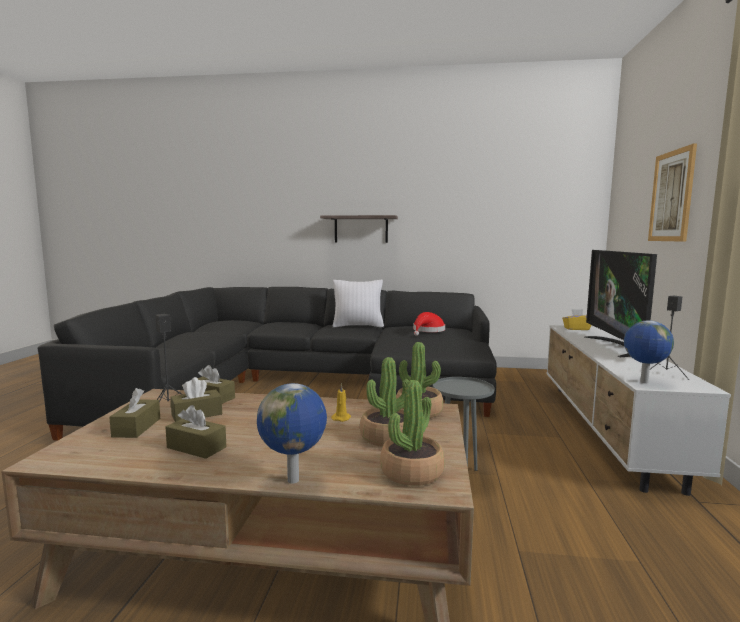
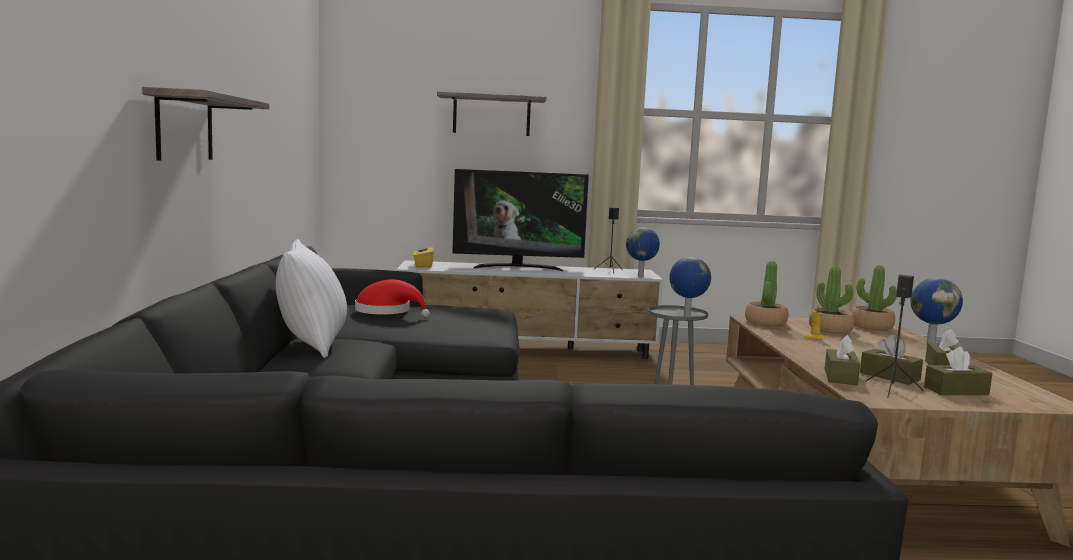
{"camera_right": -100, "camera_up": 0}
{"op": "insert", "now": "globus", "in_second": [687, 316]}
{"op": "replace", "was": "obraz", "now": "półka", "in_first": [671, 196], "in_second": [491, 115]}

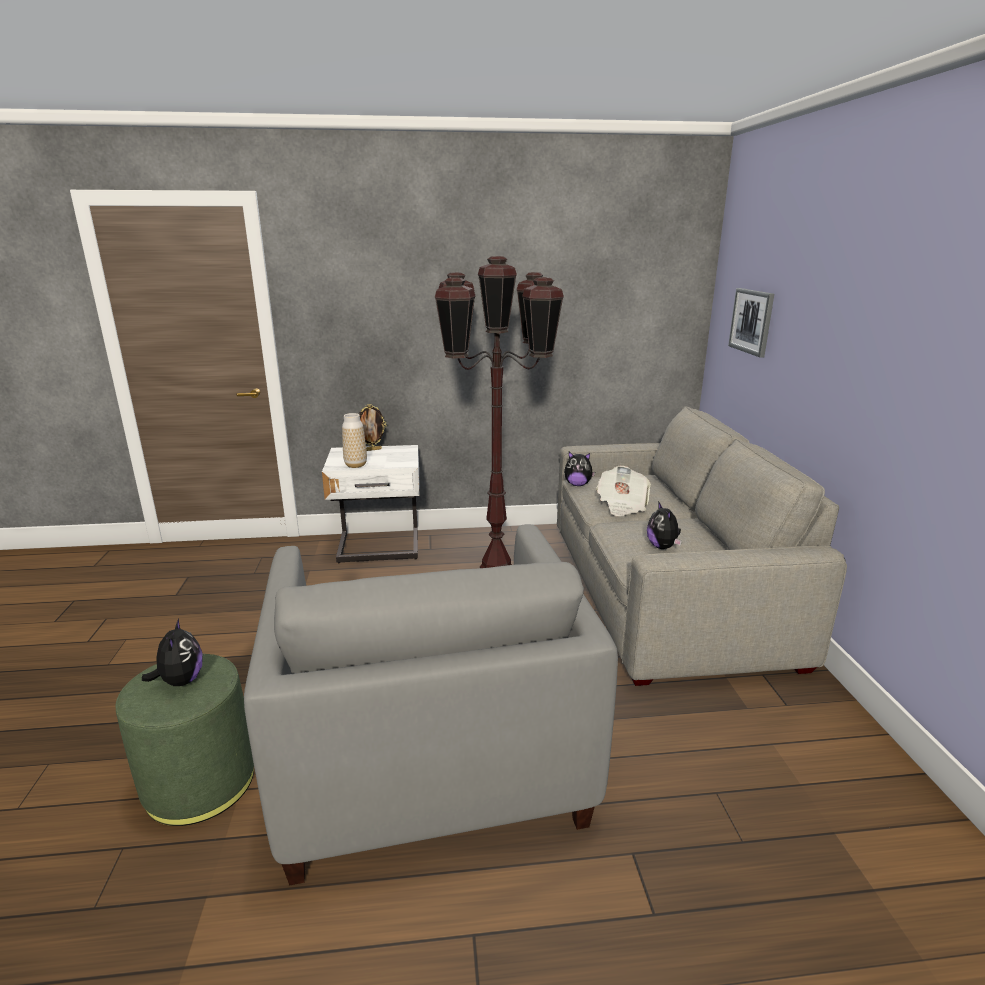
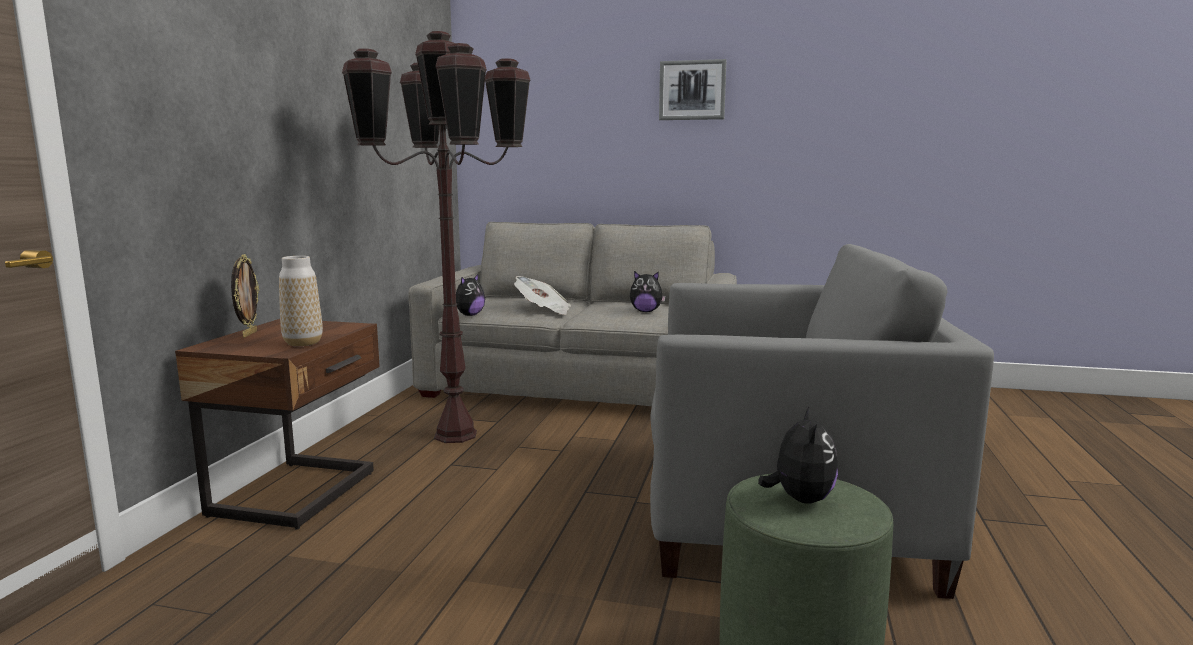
{"camera_right": -70, "camera_up": -10}
{"op": "move", "was": "obraz", "in_first": [752, 321], "in_second": [692, 90]}
{"op": "recolor", "was": "szafka nocna [biały]", "now": "szafka nocna [brązowy]", "in_first": [379, 548], "in_second": [299, 494]}
{"op": "rotate", "was": "pluszak", "in_first": [181, 681], "in_second": [799, 499], "clockwise": 90}

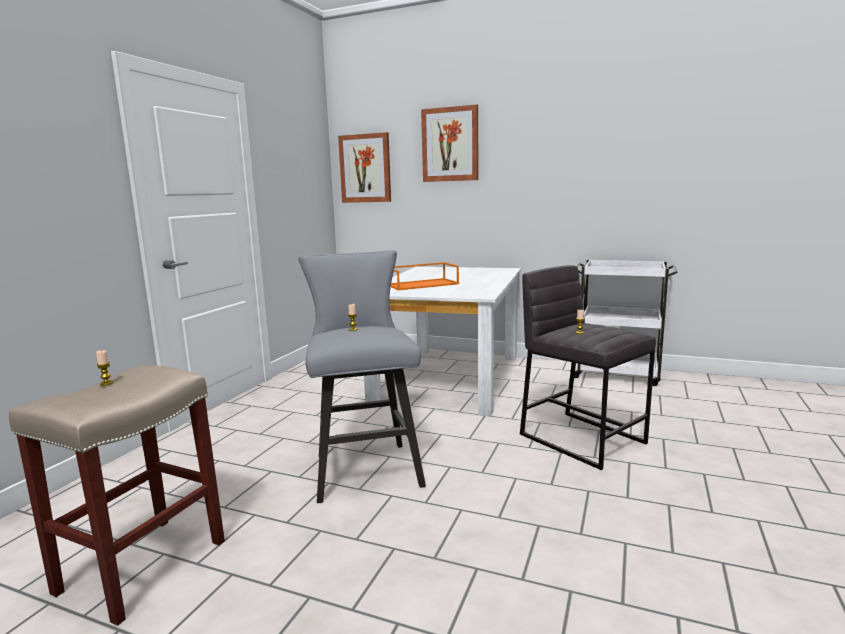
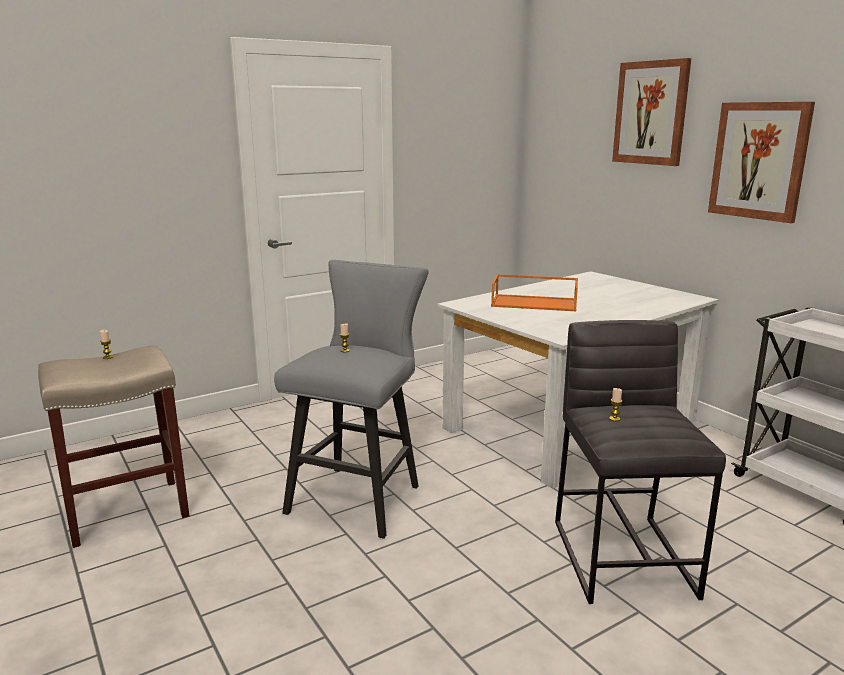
{"camera_right": 35, "camera_up": 5}
{"op": "move", "was": "obraz", "in_first": [365, 168], "in_second": [759, 161]}

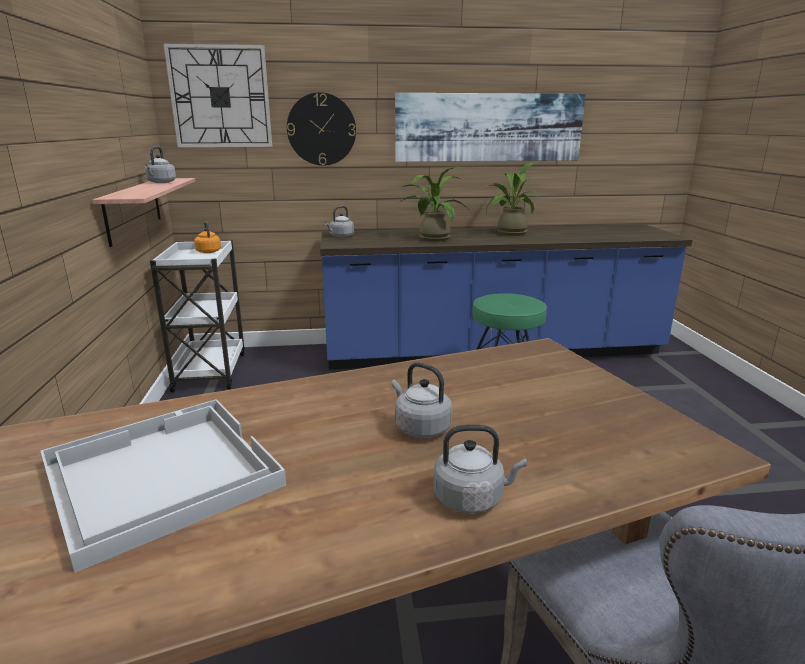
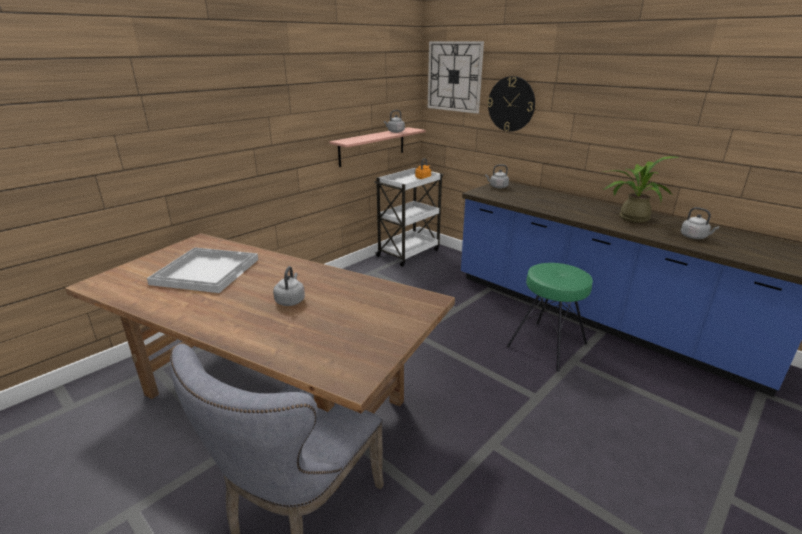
{"camera_right": 50, "camera_up": 5}
{"op": "delete", "was": "obraz", "in_first": [489, 127]}
{"op": "delete", "was": "roślina doniczkowa", "in_first": [431, 238]}
{"op": "move", "was": "czajnik [szary]", "in_first": [472, 499], "in_second": [694, 237]}

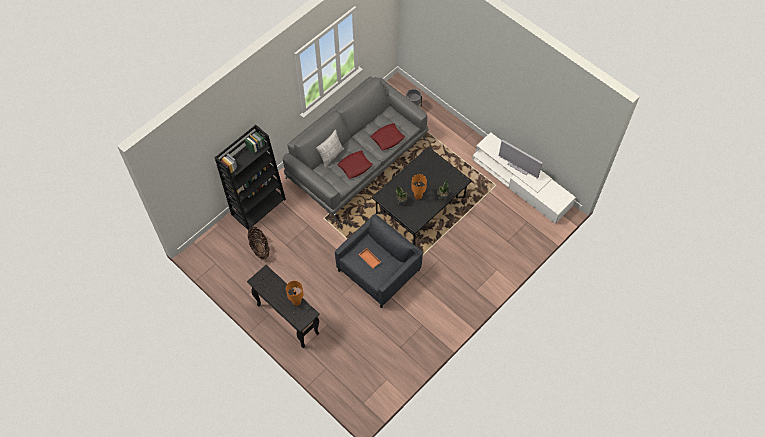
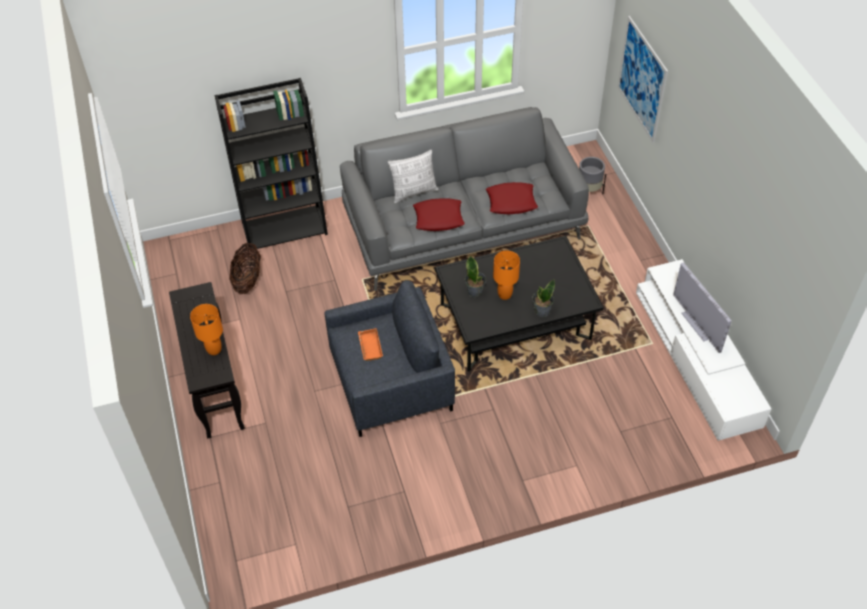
{"camera_right": 30, "camera_up": -10}
{"op": "insert", "now": "obraz", "in_second": [642, 79]}

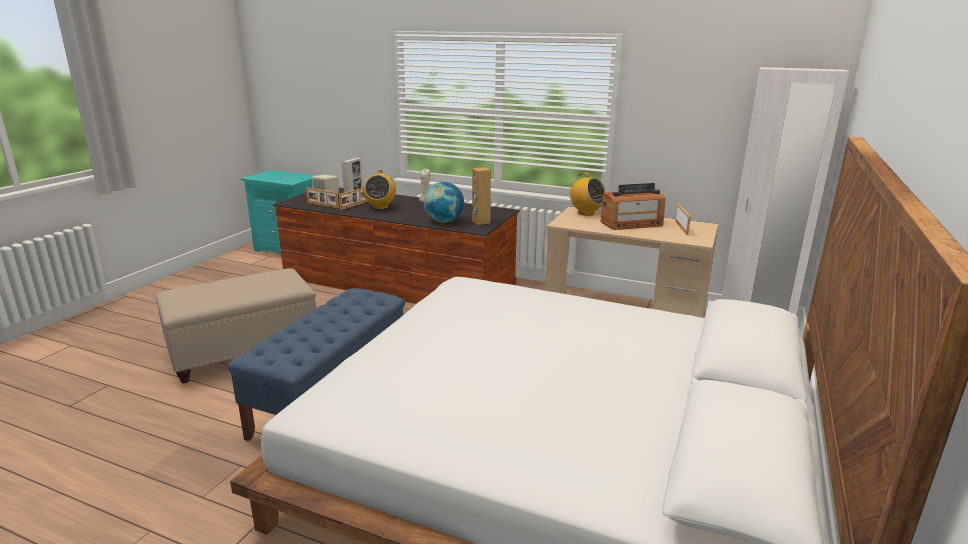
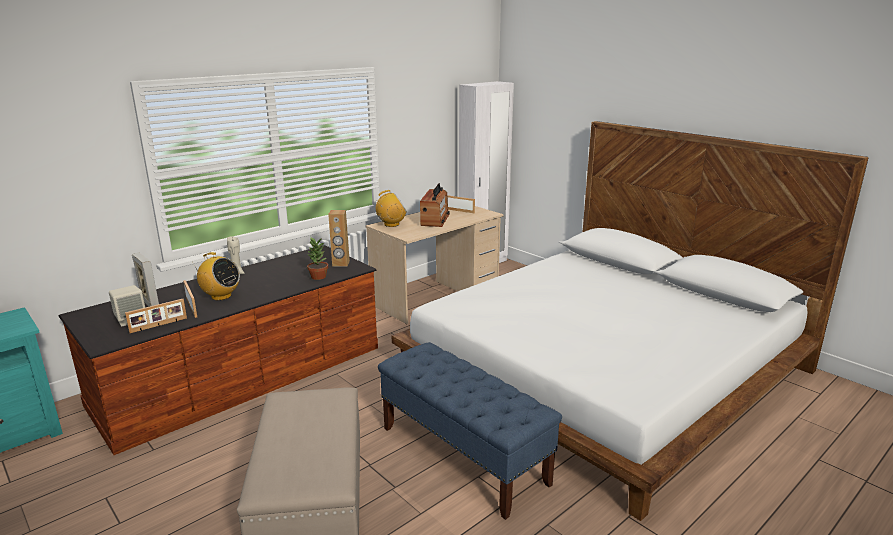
{"camera_right": -65, "camera_up": 0}
{"op": "replace", "was": "globus", "now": "roślina doniczkowa", "in_first": [444, 221], "in_second": [318, 276]}

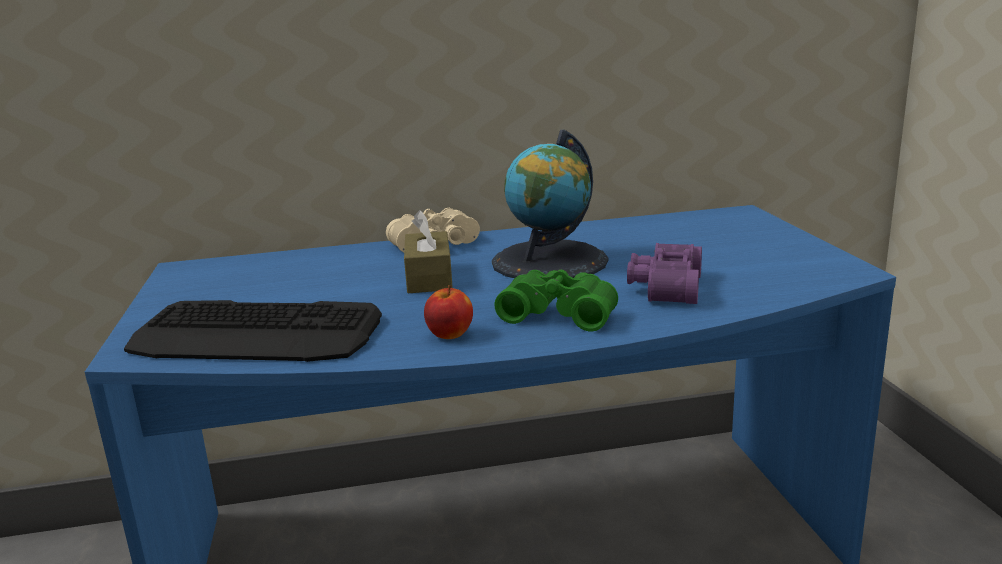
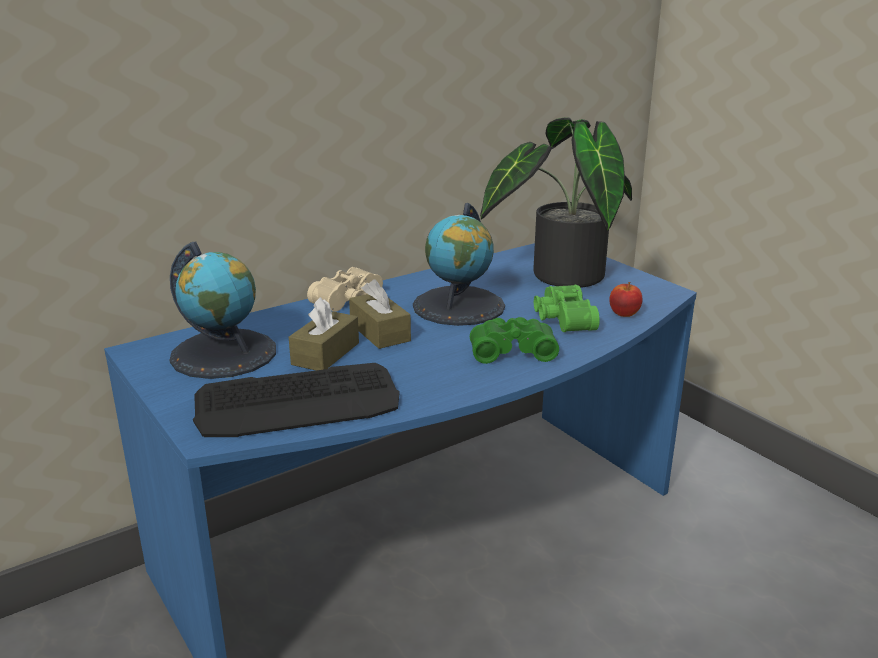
{"camera_right": -25, "camera_up": 5}
{"op": "insert", "now": "globus", "in_second": [224, 353]}
{"op": "insert", "now": "pudełko chusteczek [brązowy]", "in_second": [325, 354]}
{"op": "insert", "now": "roślina doniczkowa", "in_second": [559, 275]}
{"op": "move", "was": "jabłko", "in_first": [450, 335], "in_second": [624, 314]}
{"op": "recolor", "was": "lornetka [fioletowy]", "now": "lornetka [zielony]", "in_first": [664, 287], "in_second": [561, 319]}

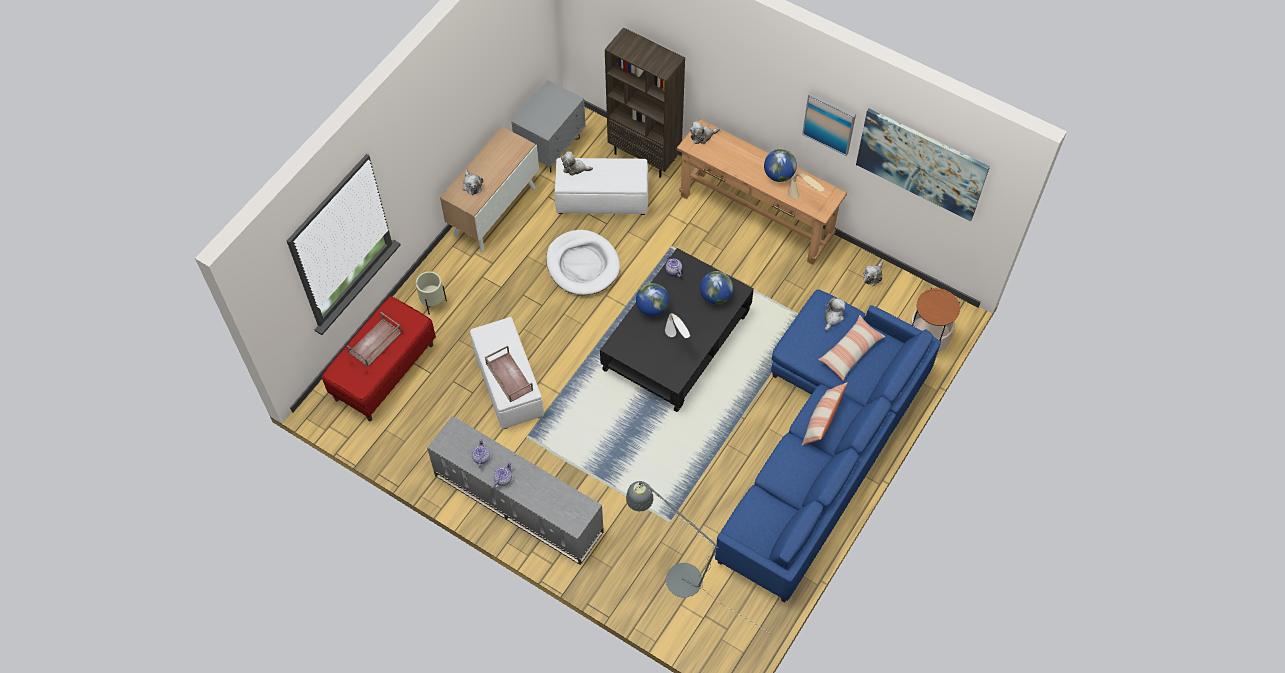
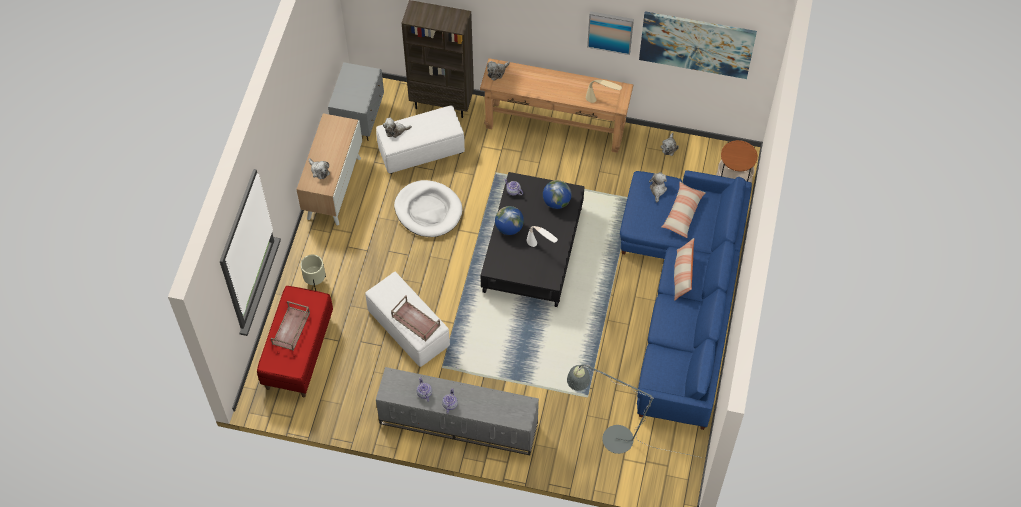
{"camera_right": -20, "camera_up": 0}
{"op": "delete", "was": "globus", "in_first": [779, 175]}

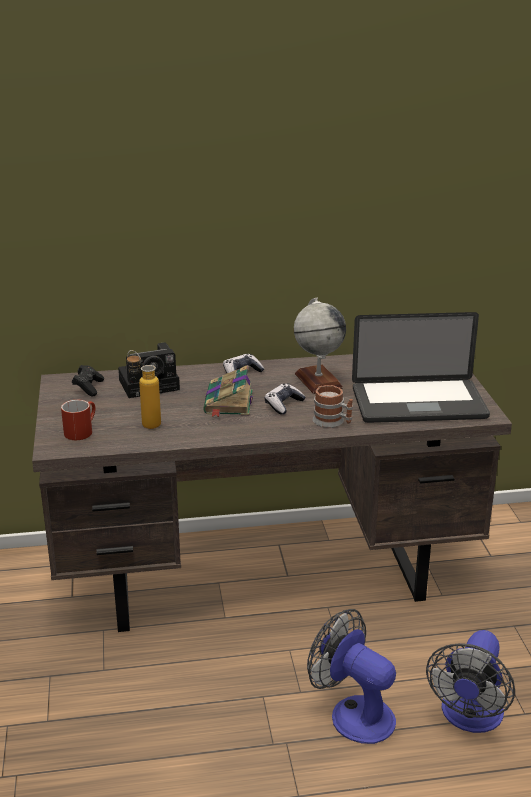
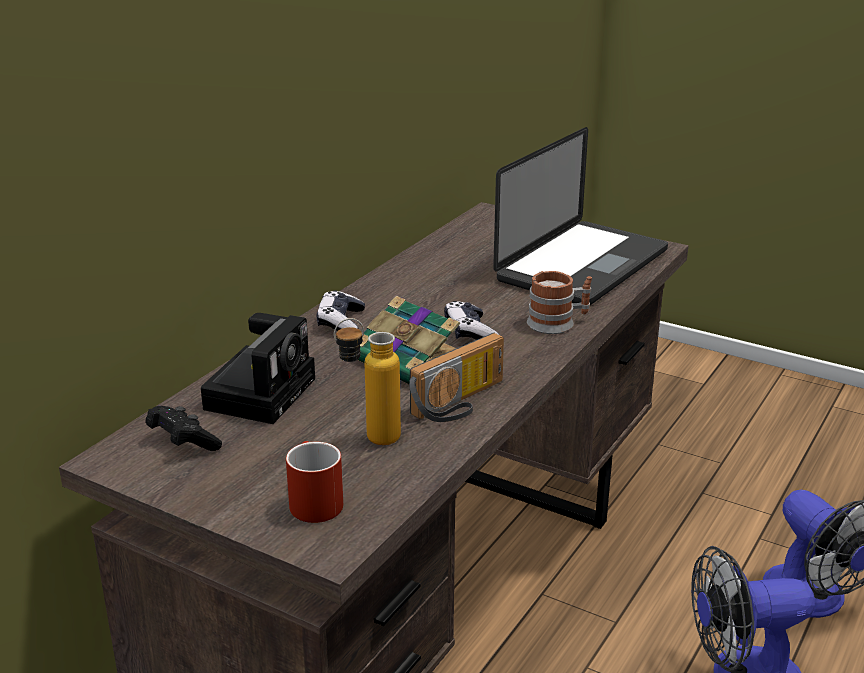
{"camera_right": -50, "camera_up": 0}
{"op": "delete", "was": "globus", "in_first": [318, 380]}
{"op": "insert", "now": "radio", "in_second": [462, 403]}

